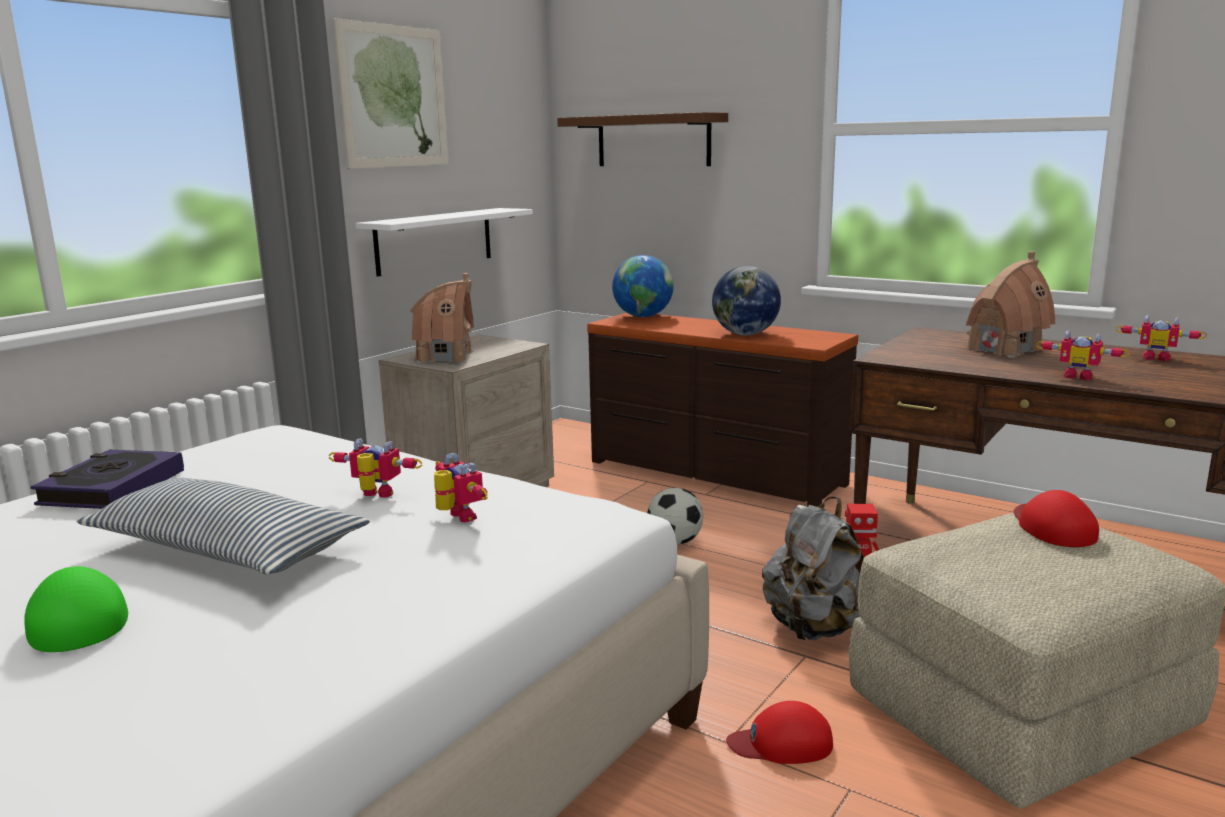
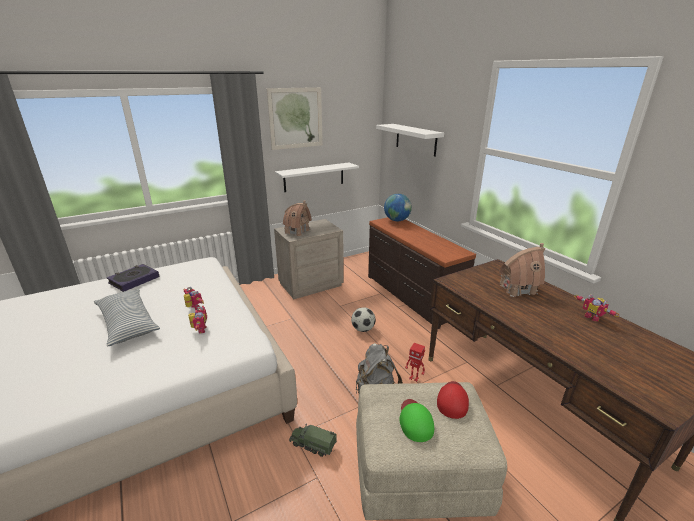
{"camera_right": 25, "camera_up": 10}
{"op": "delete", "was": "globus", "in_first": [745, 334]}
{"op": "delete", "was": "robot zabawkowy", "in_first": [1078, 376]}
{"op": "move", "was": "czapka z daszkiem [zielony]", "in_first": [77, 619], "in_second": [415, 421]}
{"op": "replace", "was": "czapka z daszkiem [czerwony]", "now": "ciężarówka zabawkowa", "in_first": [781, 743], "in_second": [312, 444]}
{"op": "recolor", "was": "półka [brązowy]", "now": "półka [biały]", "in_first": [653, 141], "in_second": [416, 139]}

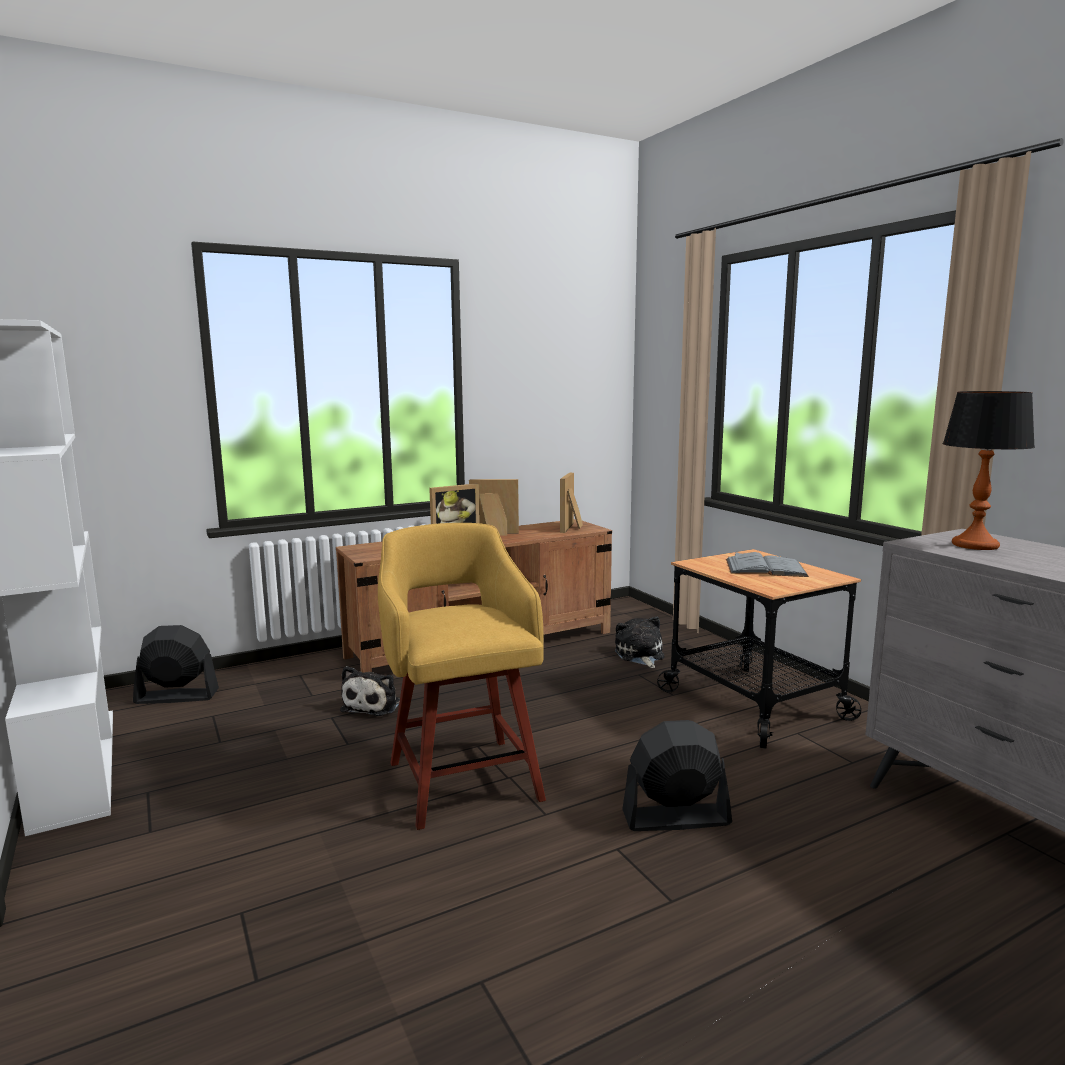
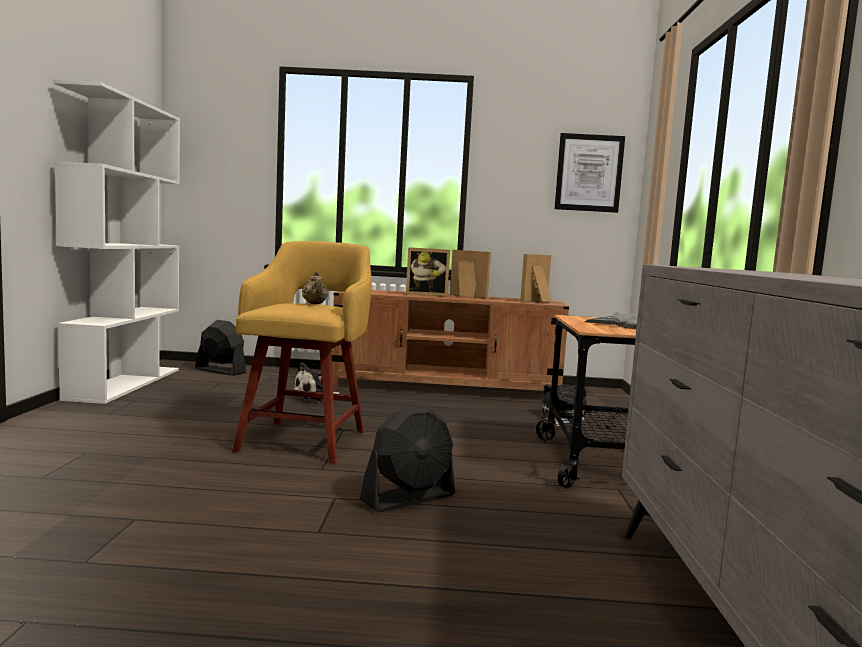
{"camera_right": 30, "camera_up": -5}
{"op": "delete", "was": "lampa stołowa", "in_first": [975, 545]}
{"op": "insert", "now": "imbryk [beżowy]", "in_second": [314, 304]}
{"op": "insert", "now": "obraz", "in_second": [589, 173]}
{"op": "rotate", "was": "wentylator [czarny]", "in_first": [675, 818], "in_second": [409, 498], "clockwise": 120}

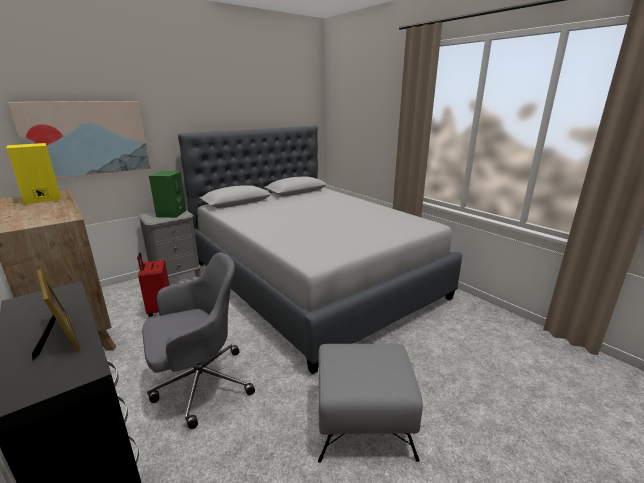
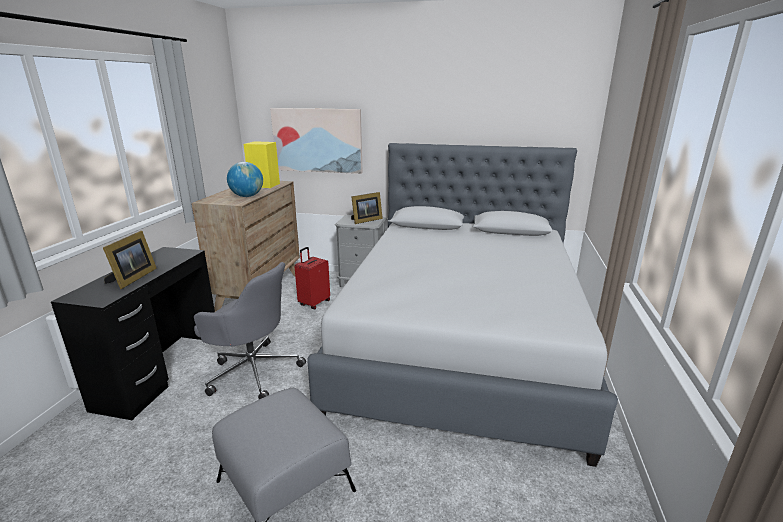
{"camera_right": 50, "camera_up": 0}
{"op": "insert", "now": "globus", "in_second": [247, 196]}
{"op": "replace", "was": "głośnik [zielony]", "now": "ramka na zdjęcie", "in_first": [171, 213], "in_second": [365, 220]}

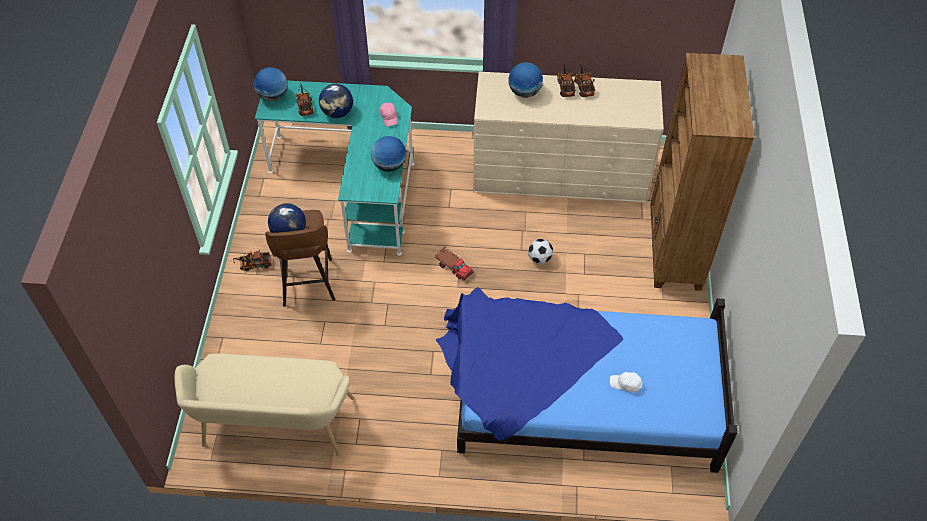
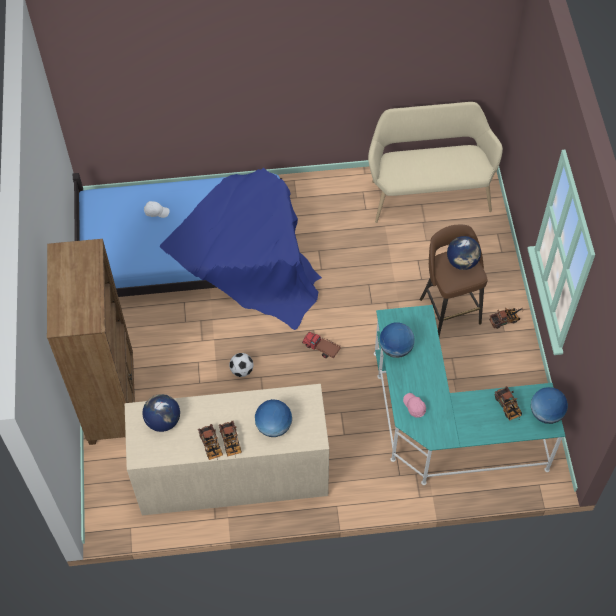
{"camera_right": 170, "camera_up": 5}
{"op": "move", "was": "globus", "in_first": [337, 113], "in_second": [163, 421]}

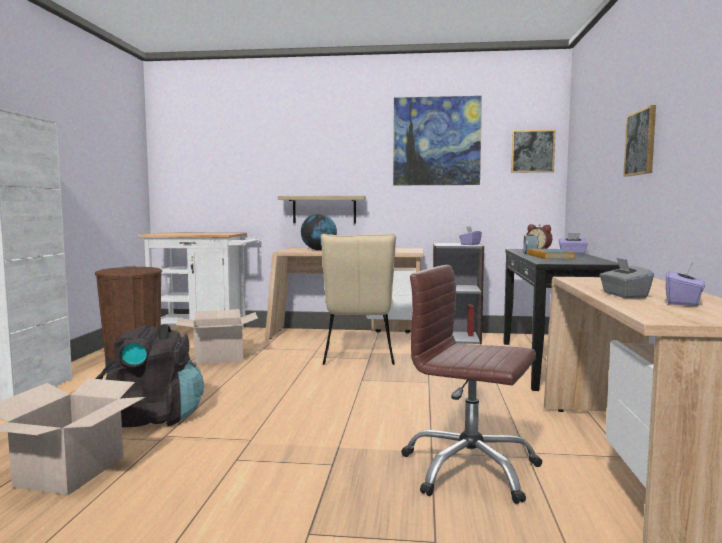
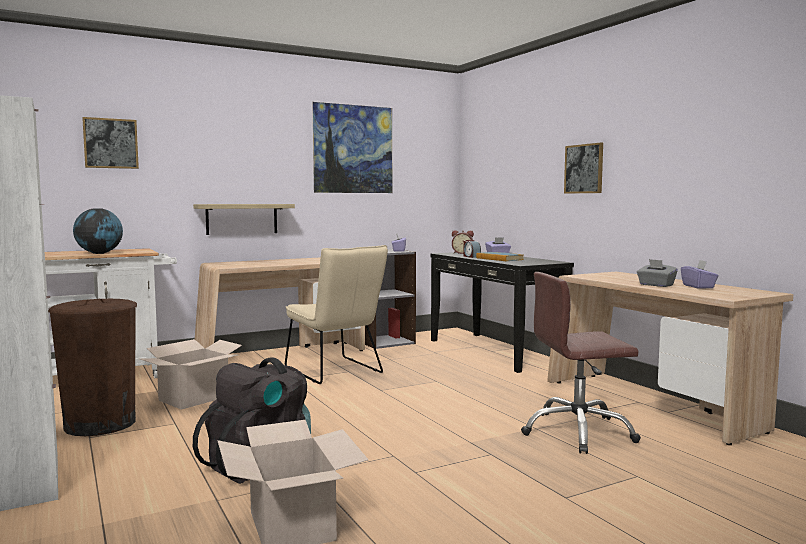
{"camera_right": -35, "camera_up": 0}
{"op": "move", "was": "globus", "in_first": [319, 250], "in_second": [99, 253]}
{"op": "move", "was": "obraz", "in_first": [532, 151], "in_second": [110, 143]}

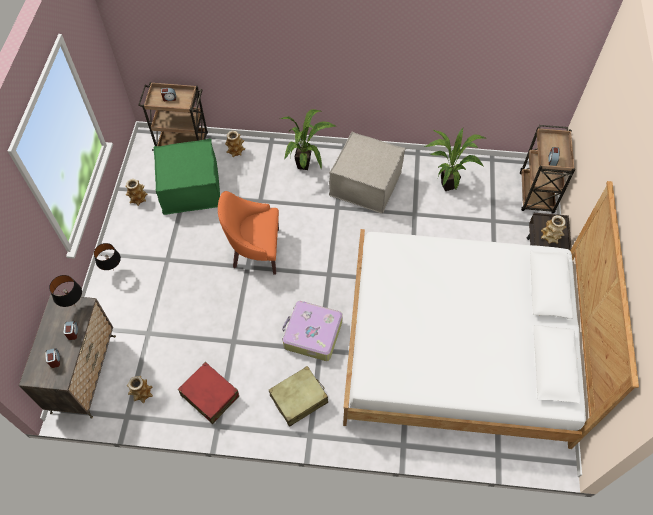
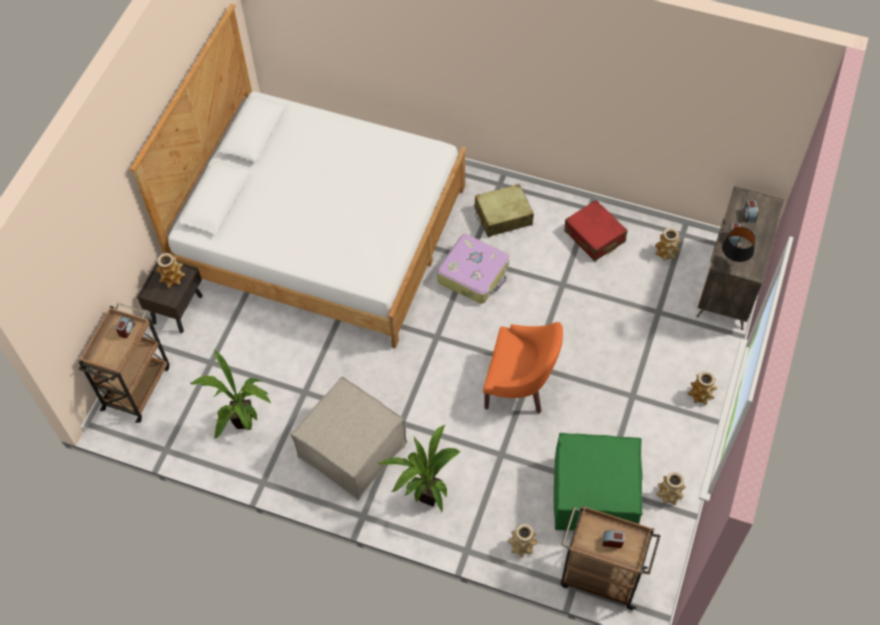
{"camera_right": -165, "camera_up": 0}
{"op": "replace", "was": "lampa stołowa [czarny]", "now": "wazon", "in_first": [113, 271], "in_second": [701, 395]}

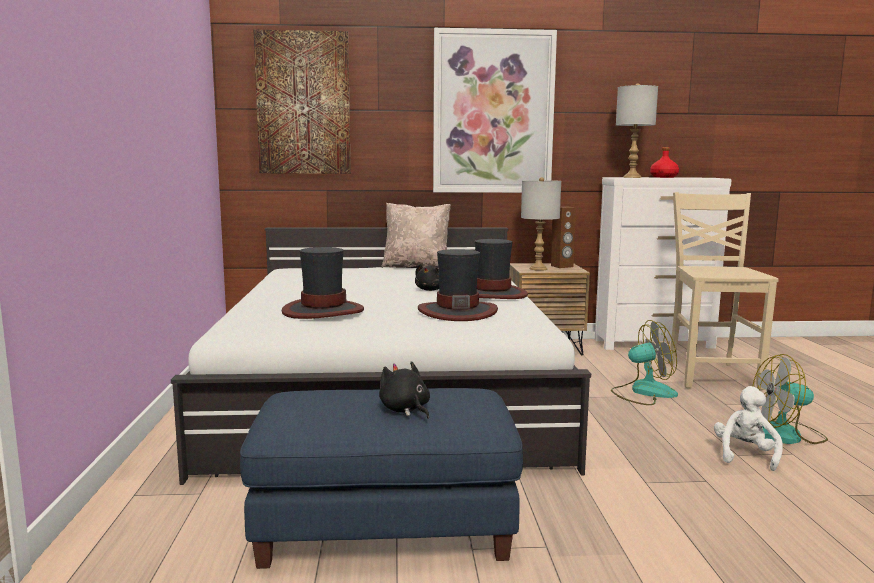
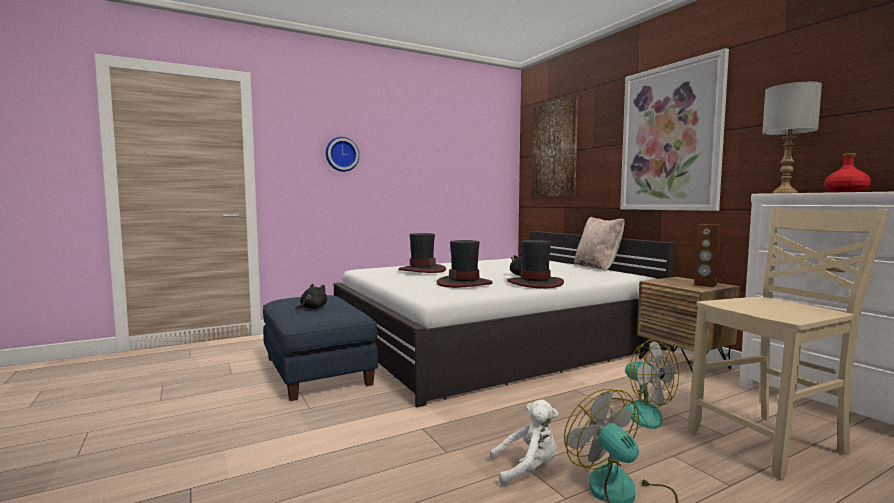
{"camera_right": 65, "camera_up": -5}
{"op": "delete", "was": "lampa stołowa [szary]", "in_first": [538, 269]}
{"op": "insert", "now": "zegar ścienny", "in_second": [341, 154]}

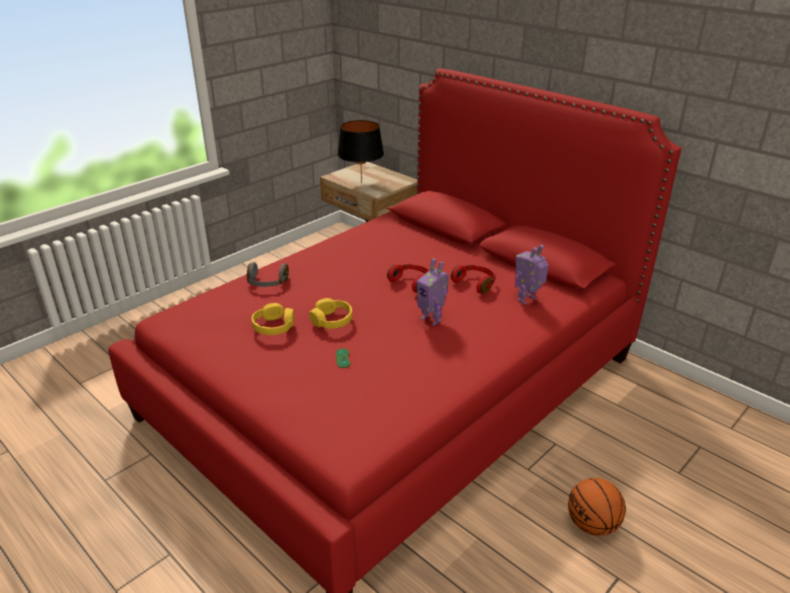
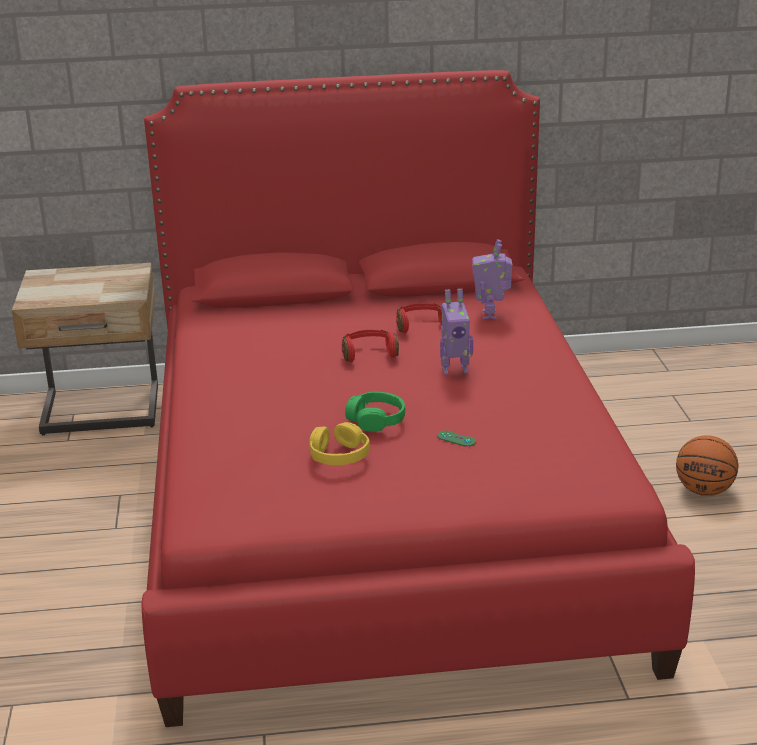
{"camera_right": -50, "camera_up": -5}
{"op": "delete", "was": "słuchawki [szary]", "in_first": [267, 283]}
{"op": "delete", "was": "lampa stołowa [czarny]", "in_first": [361, 182]}
{"op": "recolor", "was": "słuchawki [żółty]", "now": "słuchawki [zielony]", "in_first": [332, 320], "in_second": [376, 419]}

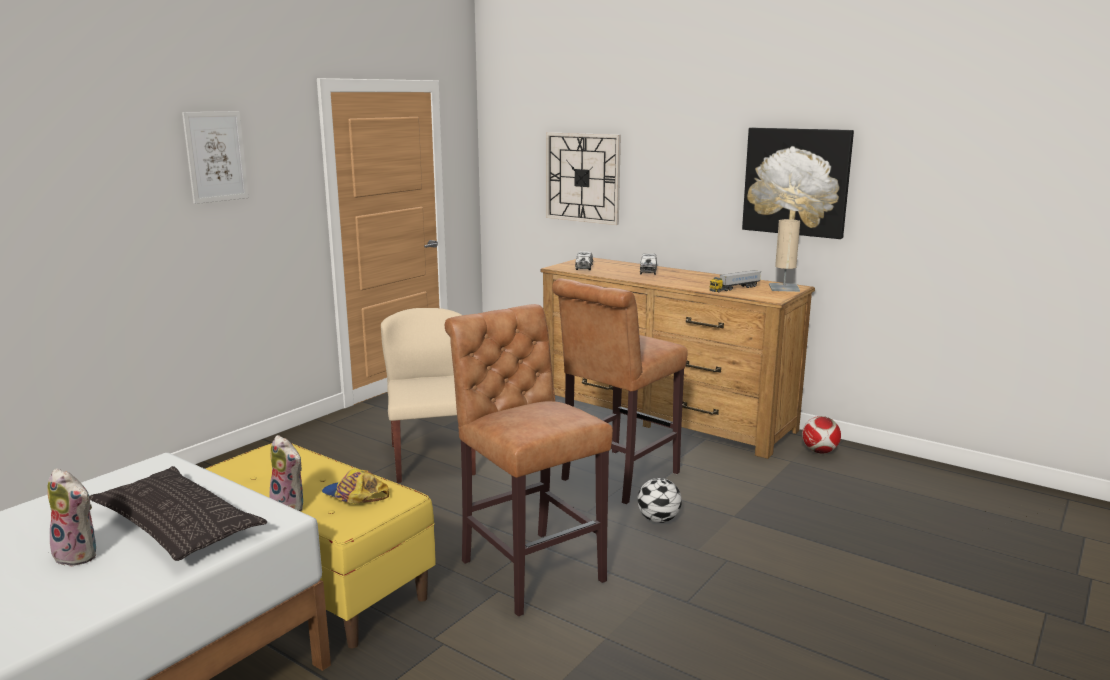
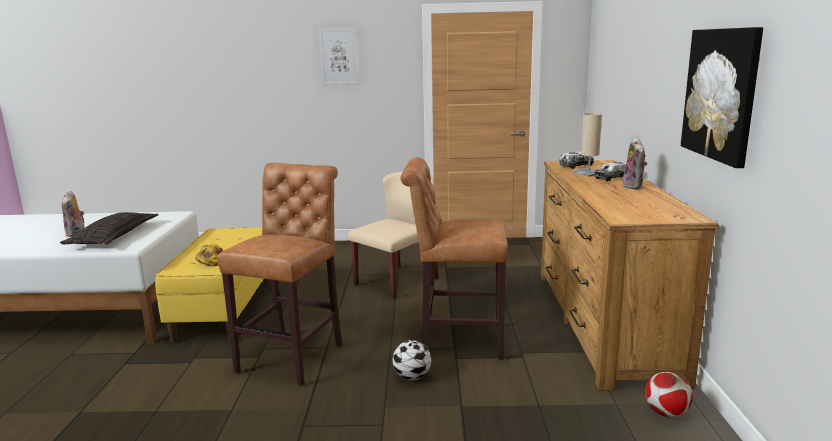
{"camera_right": 55, "camera_up": 0}
{"op": "delete", "was": "zegar ścienny", "in_first": [583, 177]}
{"op": "delete", "was": "ciężarówka zabawkowa", "in_first": [734, 288]}
{"op": "move", "was": "pluszak", "in_first": [291, 506], "in_second": [634, 186]}
{"op": "move", "was": "lampa stołowa [beżowy]", "in_first": [784, 288], "in_second": [588, 173]}

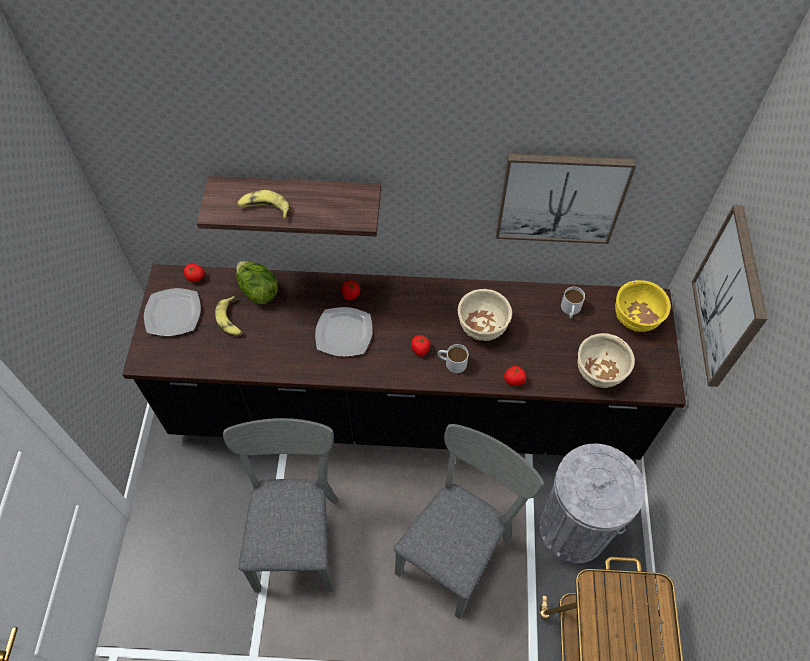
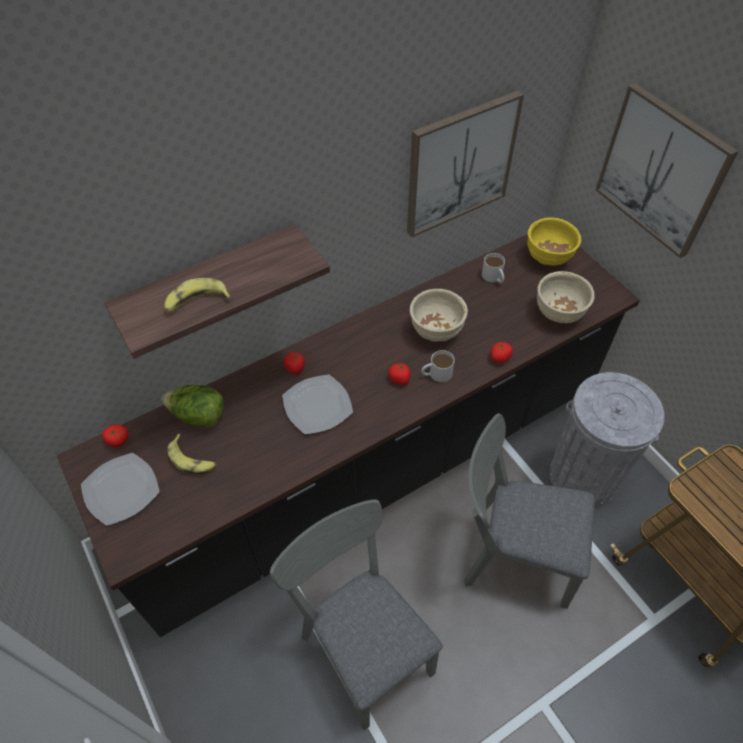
{"camera_right": -35, "camera_up": -5}
{"op": "rotate", "was": "krzesło [szary]", "in_first": [458, 548], "in_second": [509, 555], "clockwise": -75}

